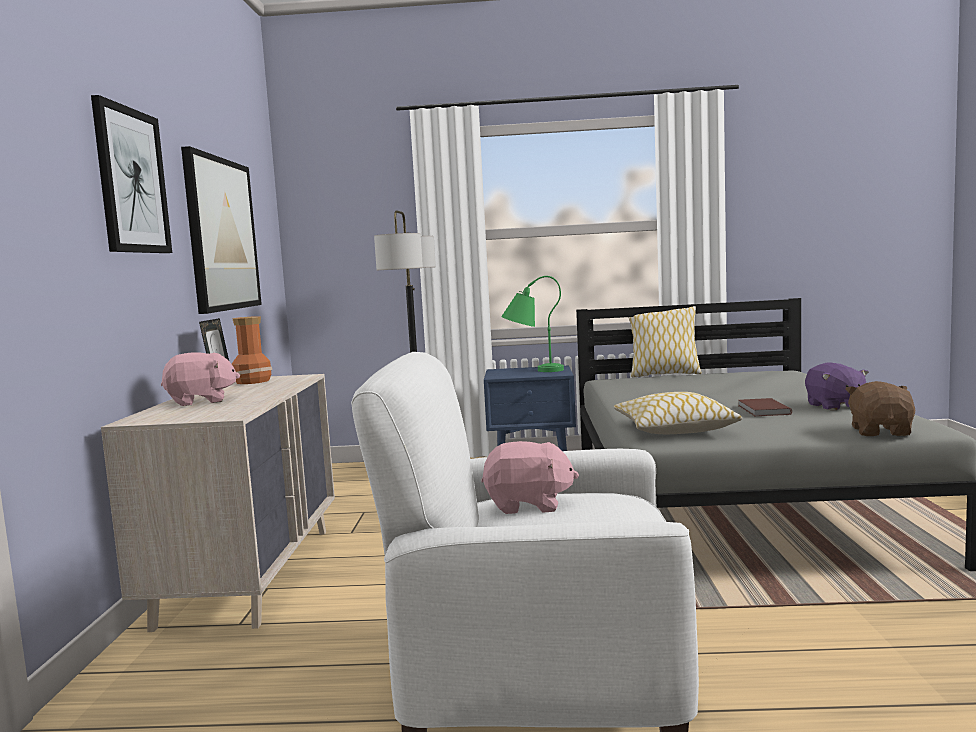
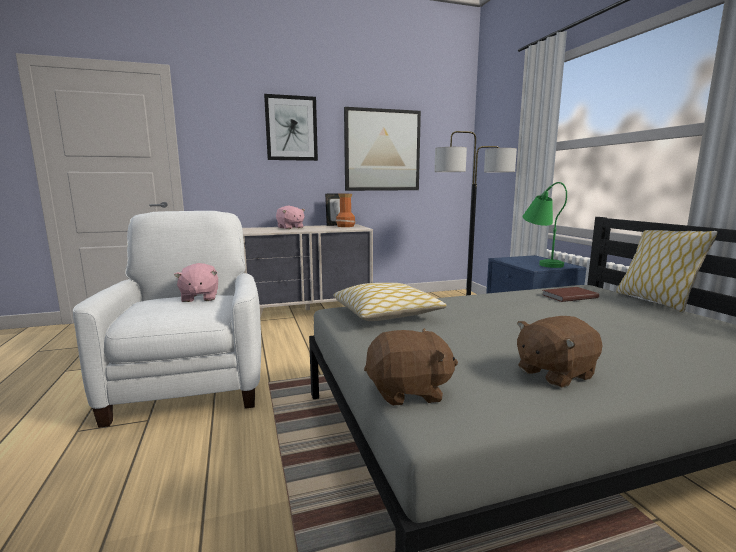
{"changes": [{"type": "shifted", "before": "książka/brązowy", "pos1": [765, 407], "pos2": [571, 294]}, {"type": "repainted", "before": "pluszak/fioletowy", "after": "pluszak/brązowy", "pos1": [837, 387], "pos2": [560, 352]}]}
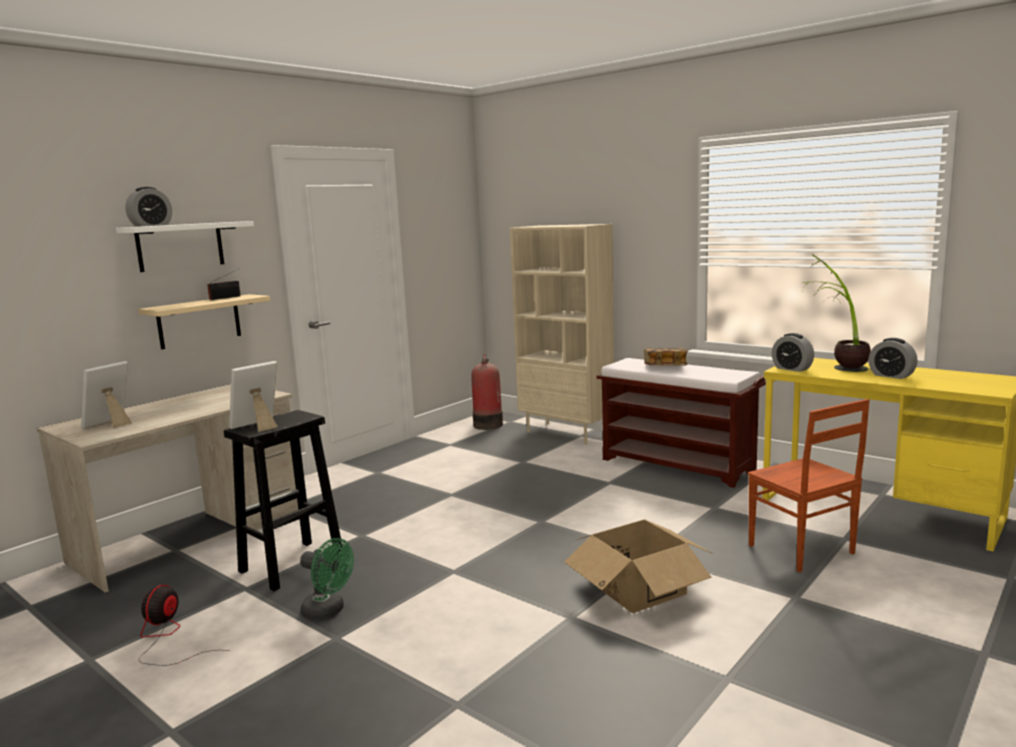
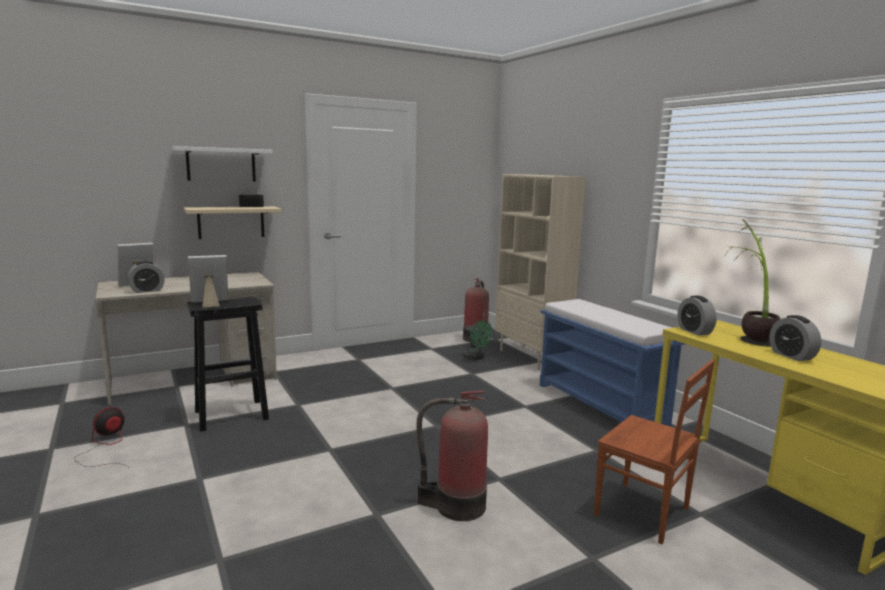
{"changes": [{"type": "shifted", "before": "budzik", "pos1": [148, 207], "pos2": [146, 277]}, {"type": "shifted", "before": "wentylator/zielony", "pos1": [327, 579], "pos2": [477, 340]}, {"type": "swapped", "before": "karton", "after": "gaśnica", "pos1": [638, 566], "pos2": [452, 456]}, {"type": "repainted", "before": "ławka/brązowy", "after": "ławka/niebieski", "pos1": [681, 423], "pos2": [612, 362]}, {"type": "gone", "before": "książka", "pos1": [666, 357]}, {"type": "rotated", "before": "krzesło/brązowy", "pos1": [809, 485], "pos2": [654, 451], "turn": -45}]}
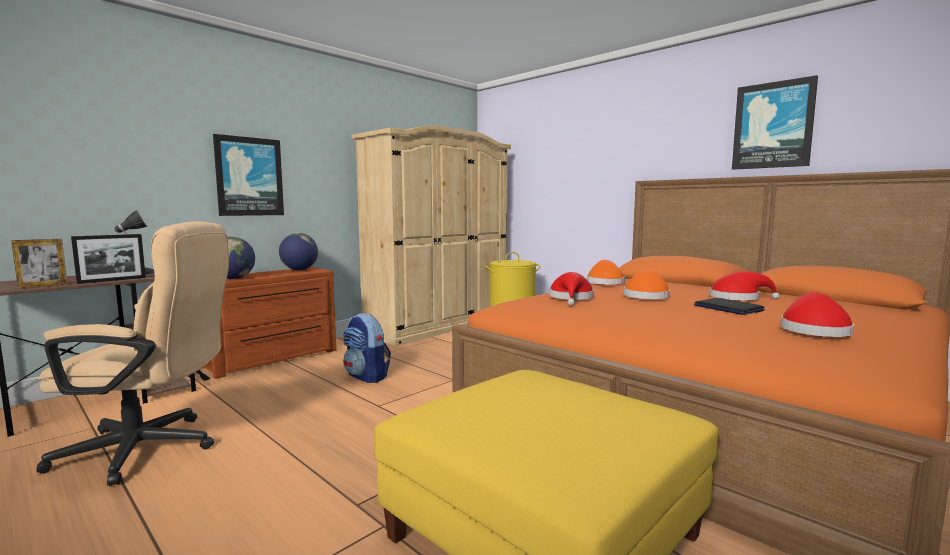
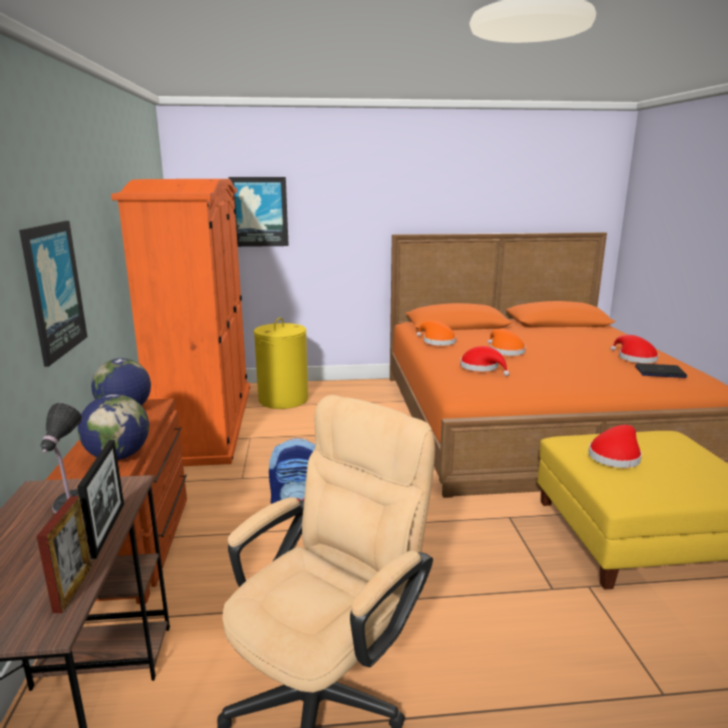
{"changes": [{"type": "repainted", "before": "szafa/beżowy", "after": "szafa/pomarańczowy", "pos1": [431, 235], "pos2": [180, 322]}, {"type": "shifted", "before": "laptop", "pos1": [729, 306], "pos2": [661, 370]}, {"type": "shifted", "before": "kapelusz/czerwony", "pos1": [744, 285], "pos2": [615, 446]}, {"type": "shifted", "before": "obraz", "pos1": [775, 122], "pos2": [259, 212]}]}
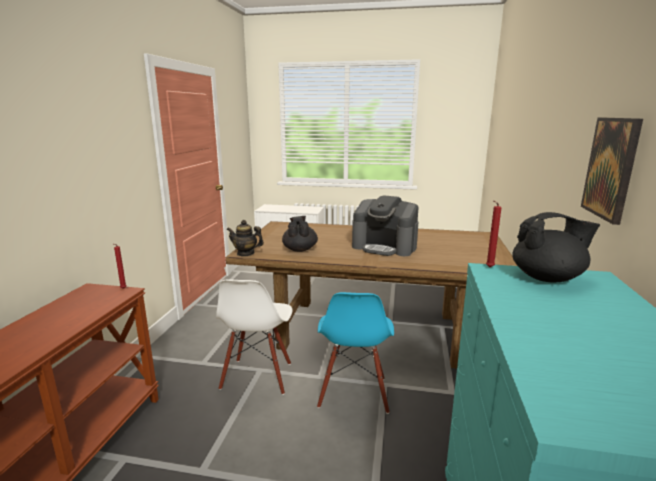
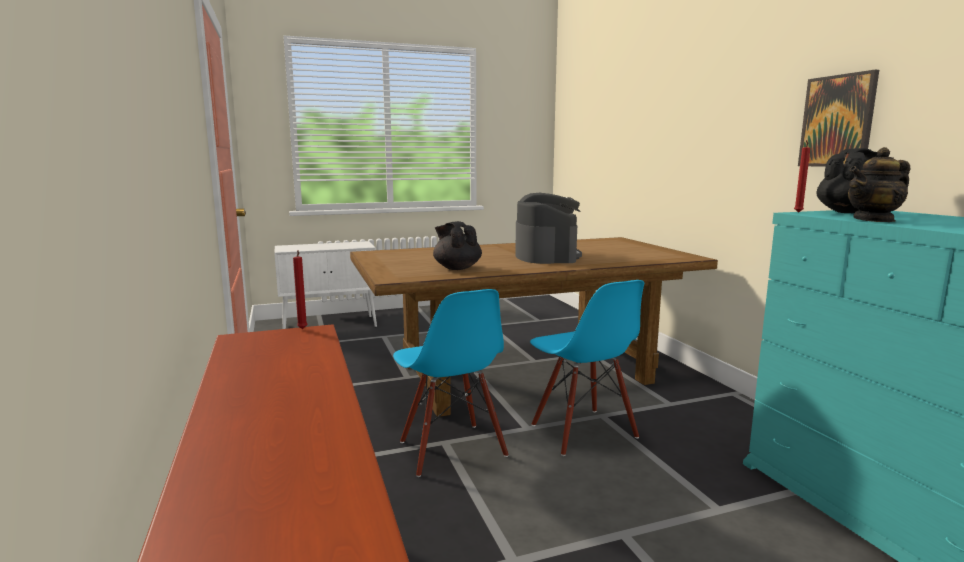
{"changes": [{"type": "repainted", "before": "krzesło/biały", "after": "krzesło/niebieski", "pos1": [254, 337], "pos2": [451, 383]}, {"type": "shifted", "before": "imbryk", "pos1": [245, 238], "pos2": [879, 184]}, {"type": "rotated", "before": "ekspres do kawy", "pos1": [385, 225], "pos2": [548, 228], "turn": -90}]}
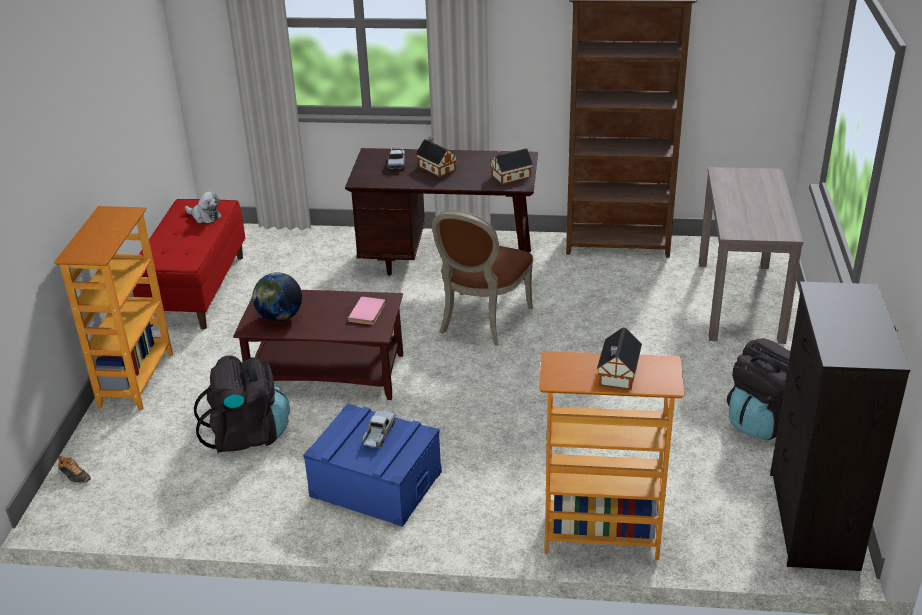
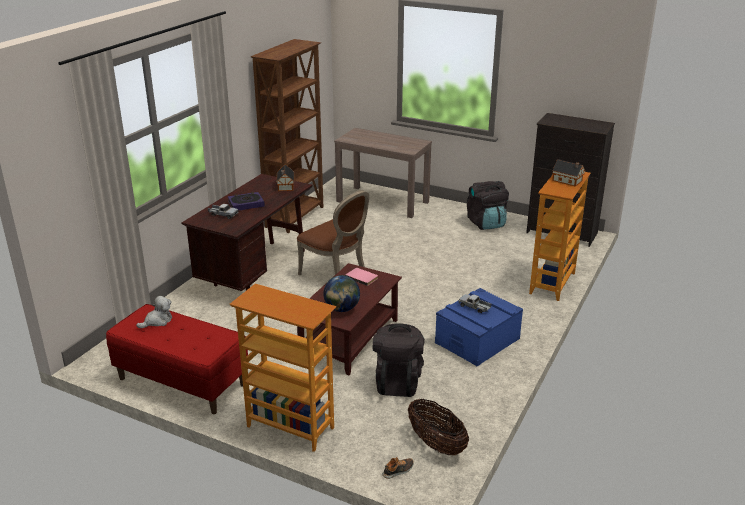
{"changes": [{"type": "swapped", "before": "domek", "after": "książka", "pos1": [436, 157], "pos2": [246, 201]}, {"type": "new", "after": "koszyk", "pos2": [438, 426]}]}
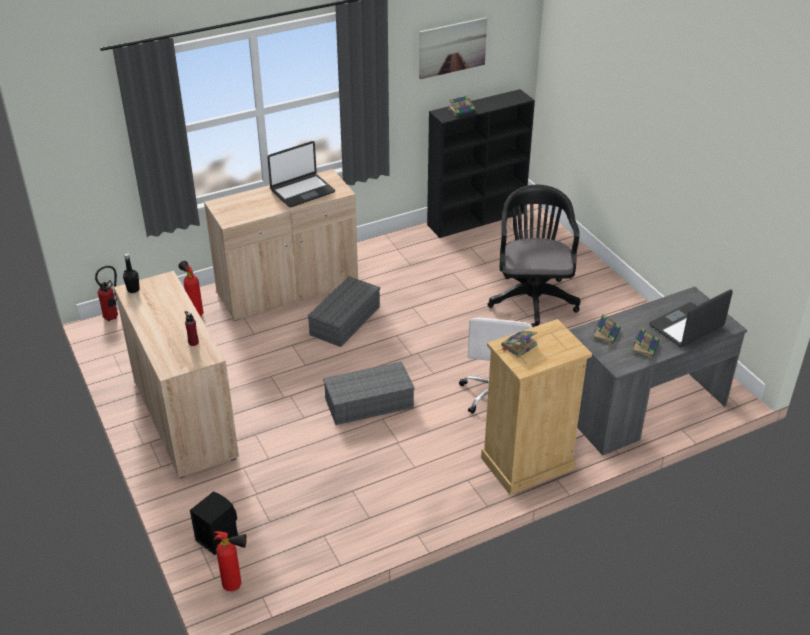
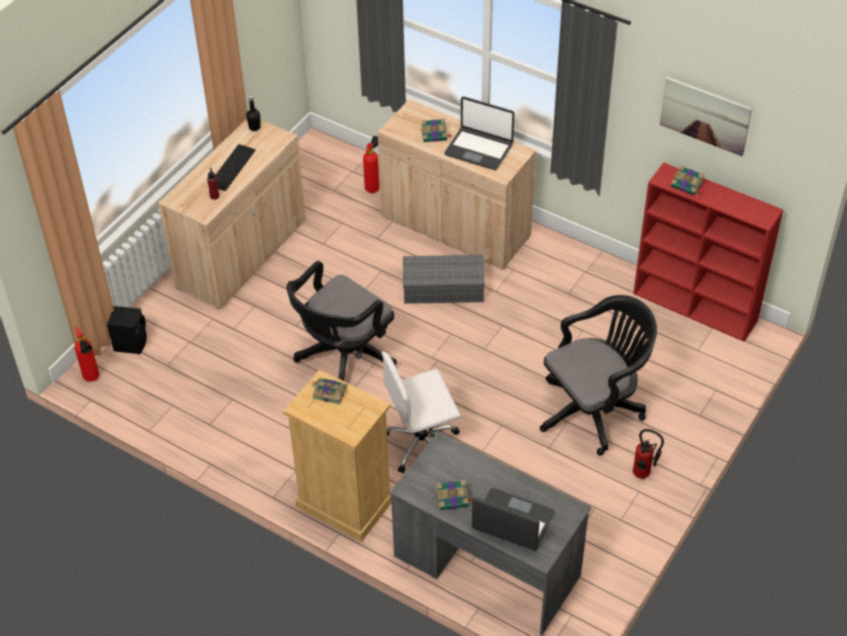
{"changes": [{"type": "shifted", "before": "gaśnica", "pos1": [106, 293], "pos2": [648, 454]}, {"type": "swapped", "before": "pojemnik do przechowywania/szary", "after": "krzesło biurowe/czarny", "pos1": [369, 393], "pos2": [342, 321]}, {"type": "repainted", "before": "regał/czarny", "after": "regał/czerwony", "pos1": [481, 163], "pos2": [708, 252]}, {"type": "shifted", "before": "książka", "pos1": [606, 329], "pos2": [436, 130]}, {"type": "new", "after": "klawiatura", "pos2": [235, 167]}]}
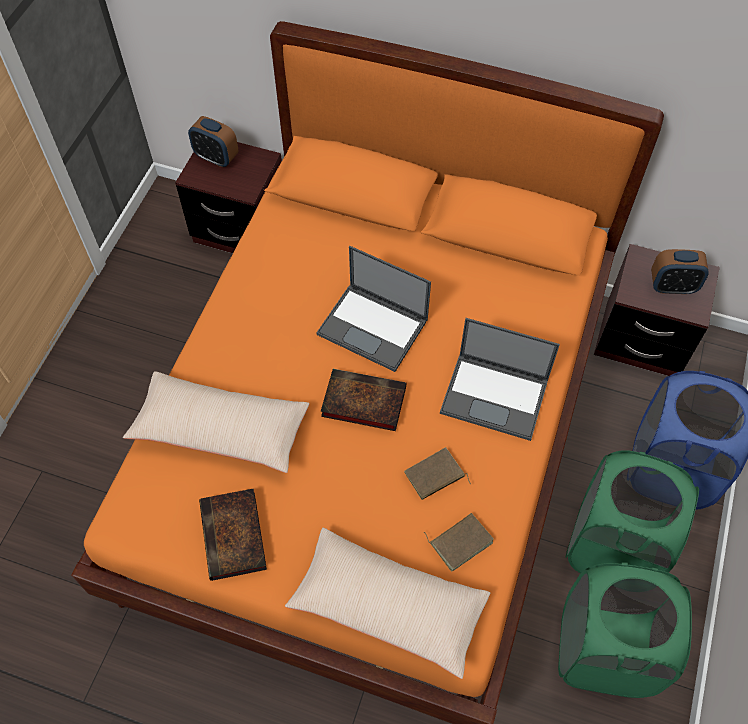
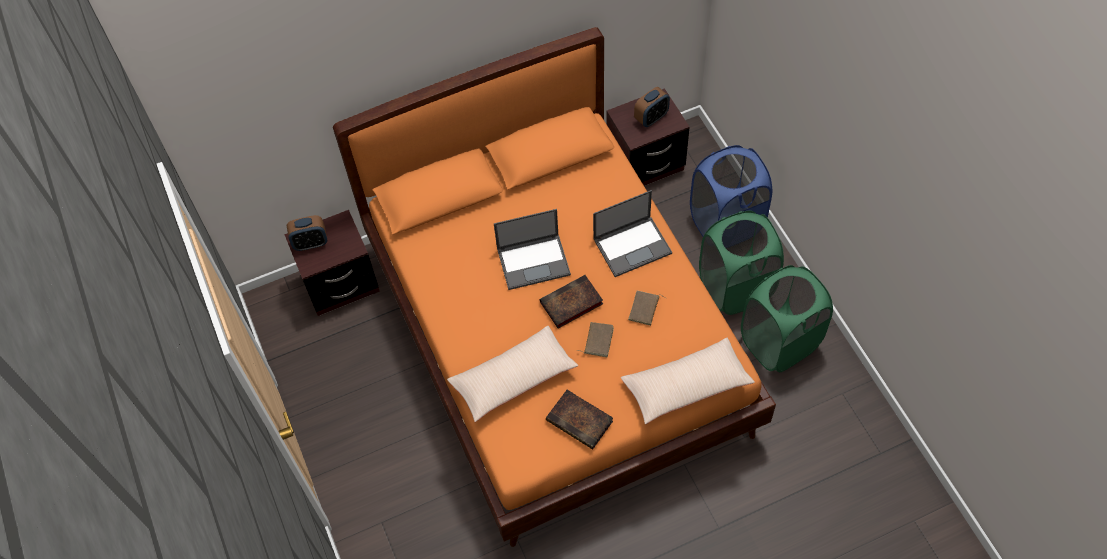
{"changes": [{"type": "shifted", "before": "książka/brązowy", "pos1": [459, 542], "pos2": [595, 339]}]}
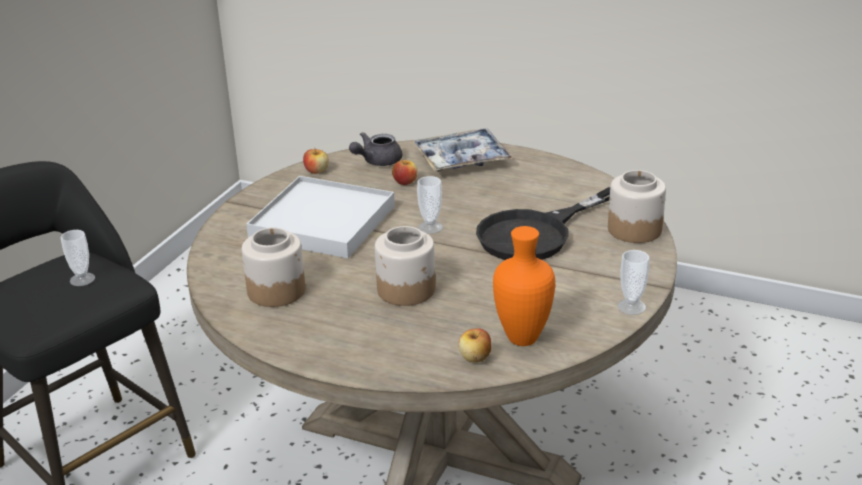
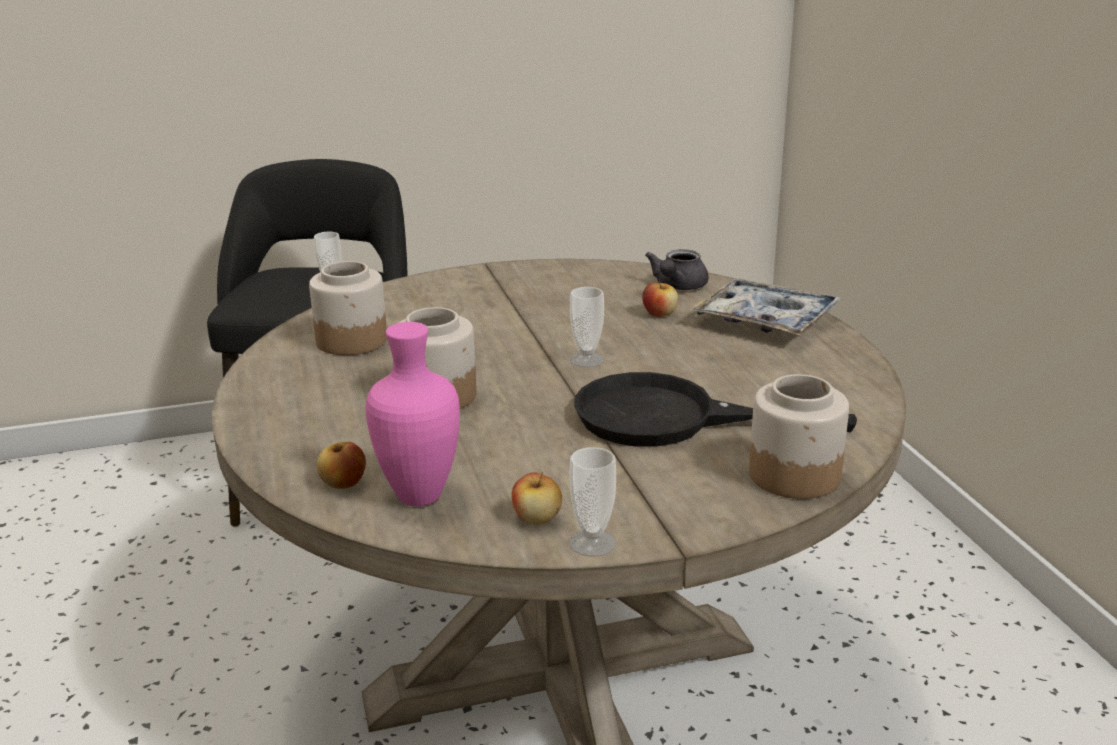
{"changes": [{"type": "gone", "before": "taca/biały", "pos1": [320, 217]}, {"type": "shifted", "before": "jabłko", "pos1": [316, 160], "pos2": [537, 498]}, {"type": "rotated", "before": "imbryk/szary", "pos1": [375, 149], "pos2": [677, 269], "turn": -75}, {"type": "repainted", "before": "wazon/pomarańczowy", "after": "wazon/różowy", "pos1": [524, 286], "pos2": [412, 414]}]}
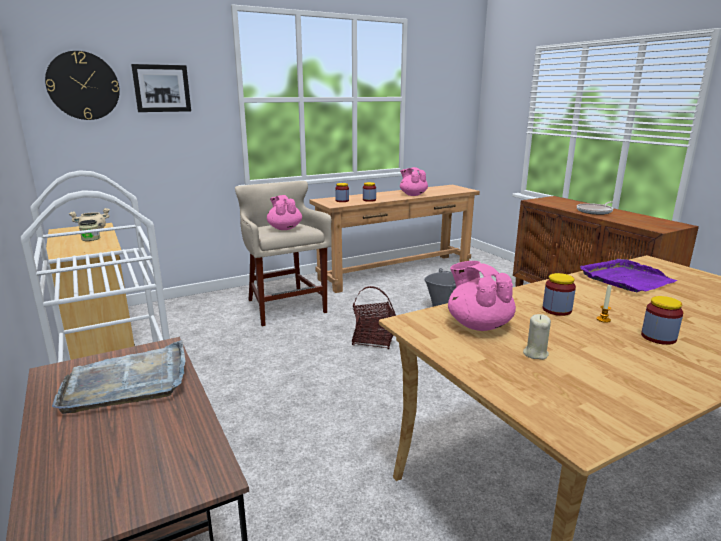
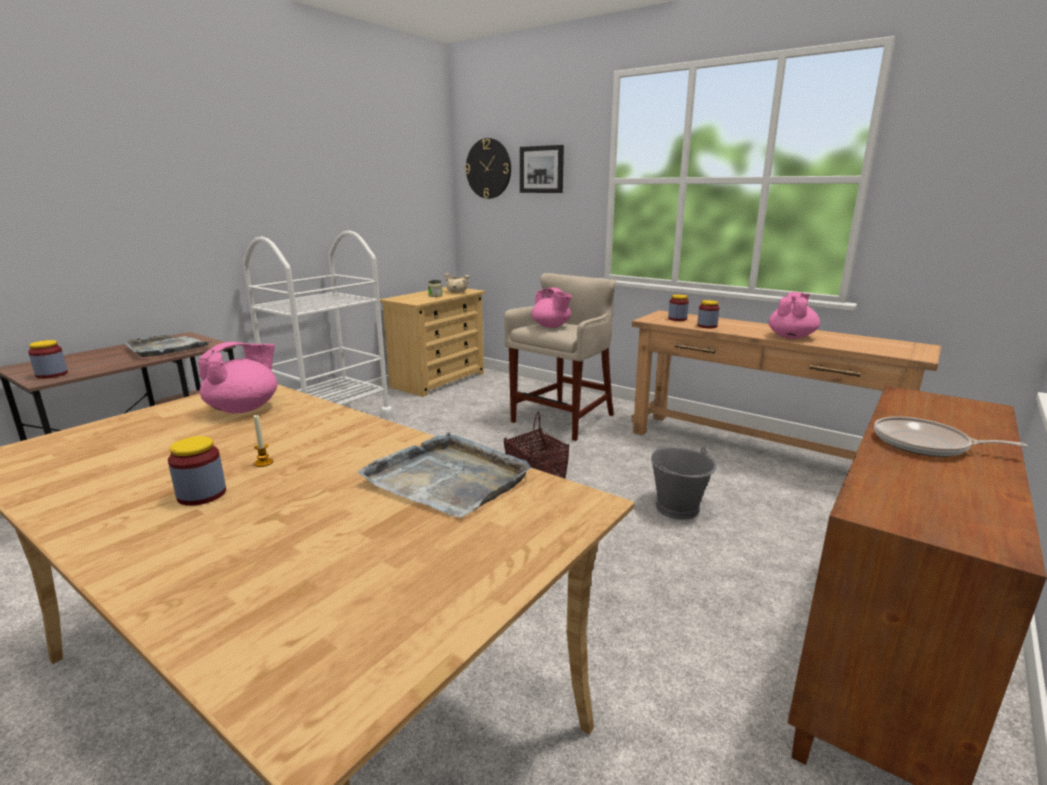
{"changes": [{"type": "rotated", "before": "imbryk/różowy", "pos1": [284, 212], "pos2": [551, 308], "turn": 105}, {"type": "gone", "before": "świeca/beżowy", "pos1": [537, 337]}, {"type": "shifted", "before": "słoik", "pos1": [559, 294], "pos2": [48, 359]}, {"type": "repainted", "before": "taca/fioletowy", "after": "taca/szary", "pos1": [628, 275], "pos2": [444, 475]}]}
